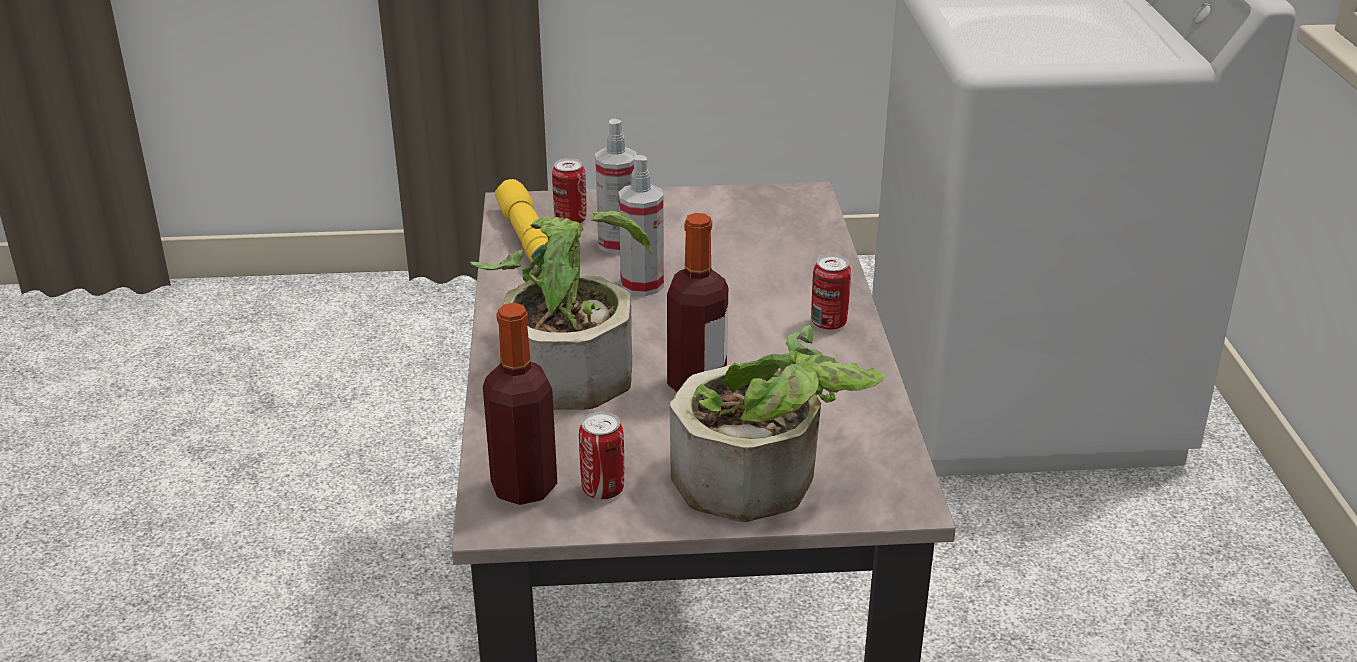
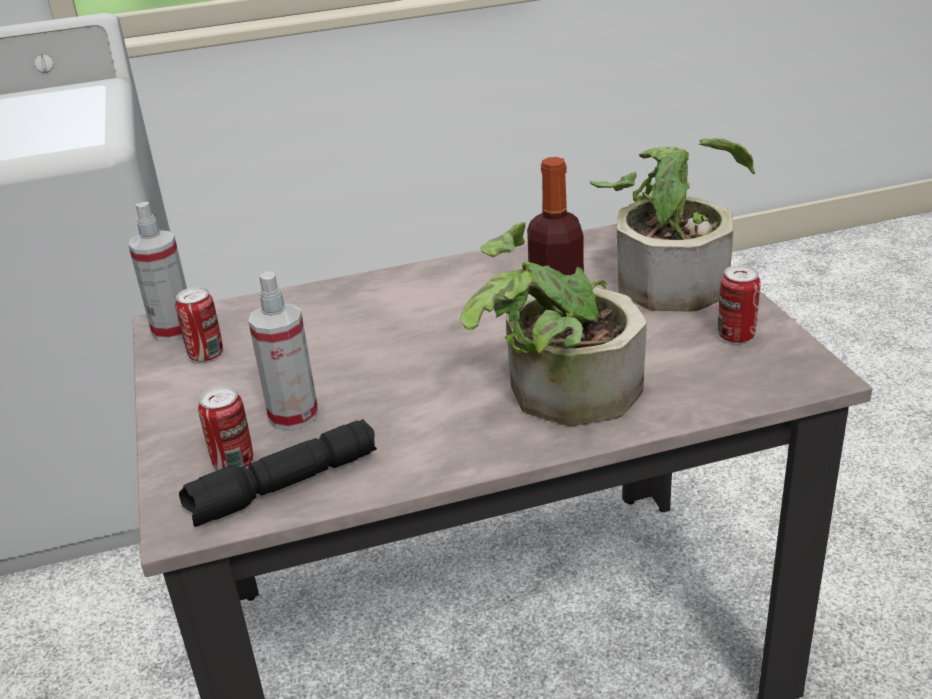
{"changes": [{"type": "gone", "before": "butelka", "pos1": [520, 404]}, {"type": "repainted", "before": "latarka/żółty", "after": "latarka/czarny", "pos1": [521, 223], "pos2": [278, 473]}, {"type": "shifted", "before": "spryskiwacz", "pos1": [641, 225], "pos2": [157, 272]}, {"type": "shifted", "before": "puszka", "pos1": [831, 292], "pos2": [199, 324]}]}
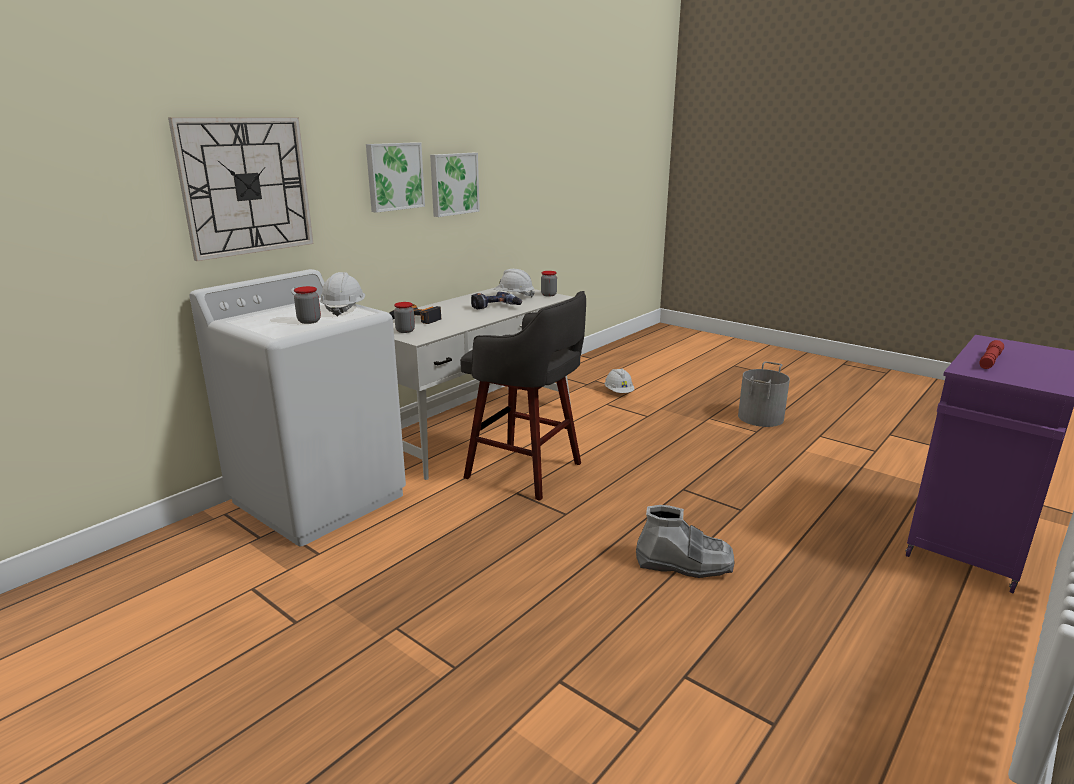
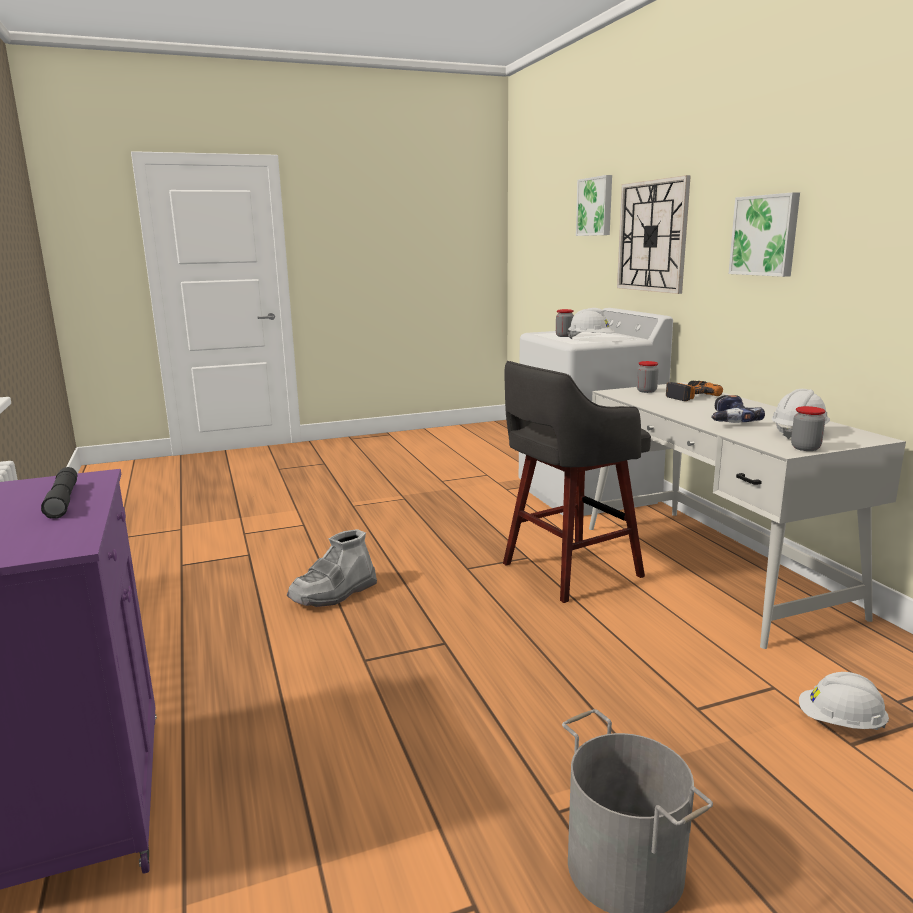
{"changes": [{"type": "shifted", "before": "obraz", "pos1": [455, 185], "pos2": [594, 205]}, {"type": "repainted", "before": "latarka/czerwony", "after": "latarka/szary", "pos1": [991, 354], "pos2": [59, 493]}]}
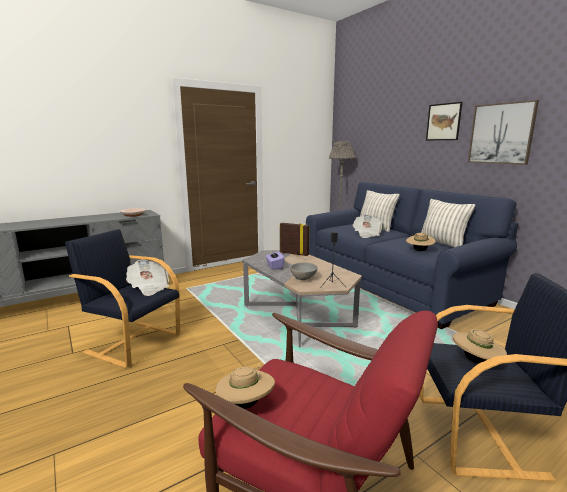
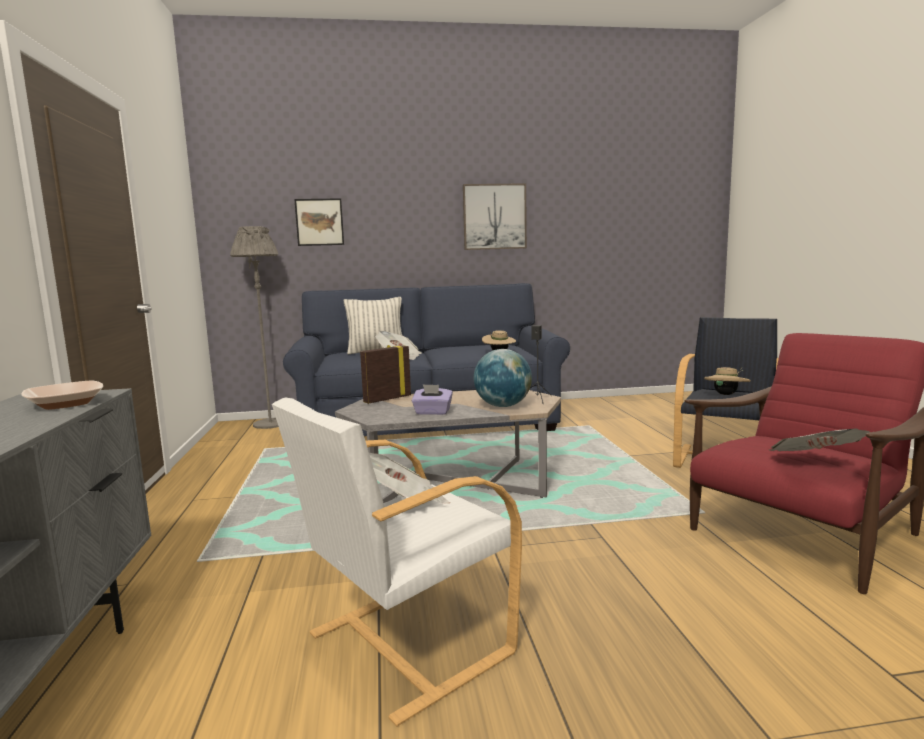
{"changes": [{"type": "repainted", "before": "fotel/czarny", "after": "fotel/biały", "pos1": [122, 298], "pos2": [397, 561]}, {"type": "swapped", "before": "kapelusz/beżowy", "after": "gazeta", "pos1": [245, 386], "pos2": [819, 440]}, {"type": "swapped", "before": "miska/szary", "after": "globus", "pos1": [304, 271], "pos2": [502, 378]}, {"type": "gone", "before": "poduszka", "pos1": [448, 223]}, {"type": "shifted", "before": "obraz", "pos1": [444, 121], "pos2": [319, 222]}]}
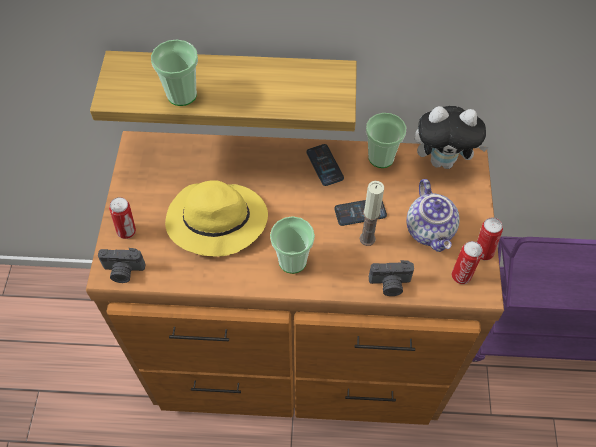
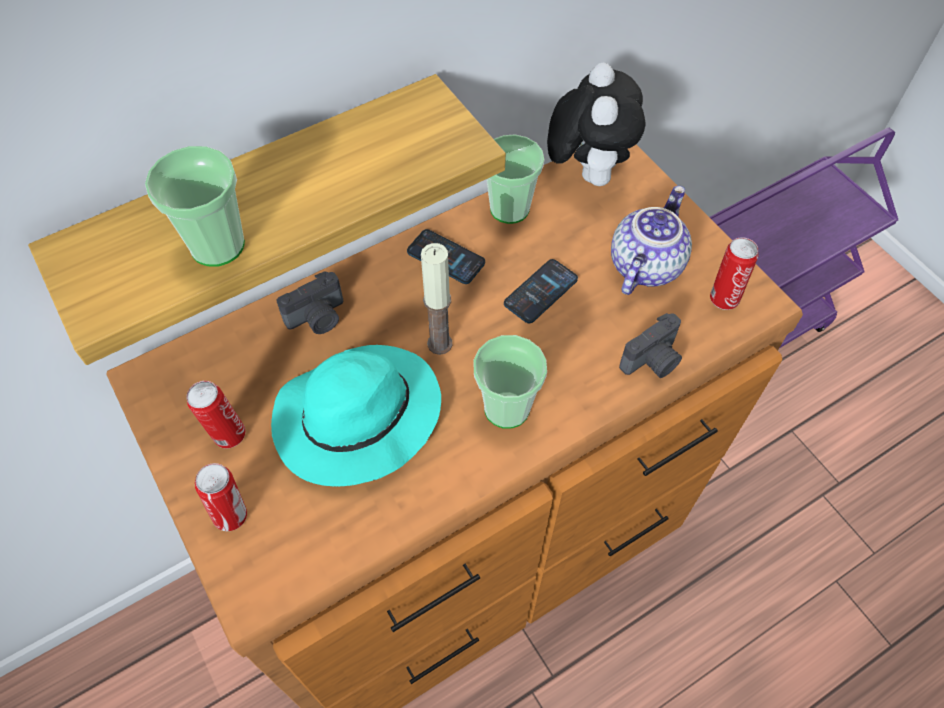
{"changes": [{"type": "shifted", "before": "aparat fotograficzny", "pos1": [122, 265], "pos2": [310, 302]}, {"type": "repainted", "before": "kapelusz/żółty", "after": "kapelusz/turkusowy", "pos1": [216, 218], "pos2": [356, 416]}, {"type": "shifted", "before": "świeca", "pos1": [371, 213], "pos2": [436, 299]}, {"type": "rotated", "before": "imbryk", "pos1": [433, 215], "pos2": [651, 240], "turn": -105}, {"type": "rotated", "before": "pluszak", "pos1": [452, 137], "pos2": [596, 124], "turn": -60}, {"type": "shifted", "before": "puszka", "pos1": [490, 238], "pos2": [216, 414]}]}
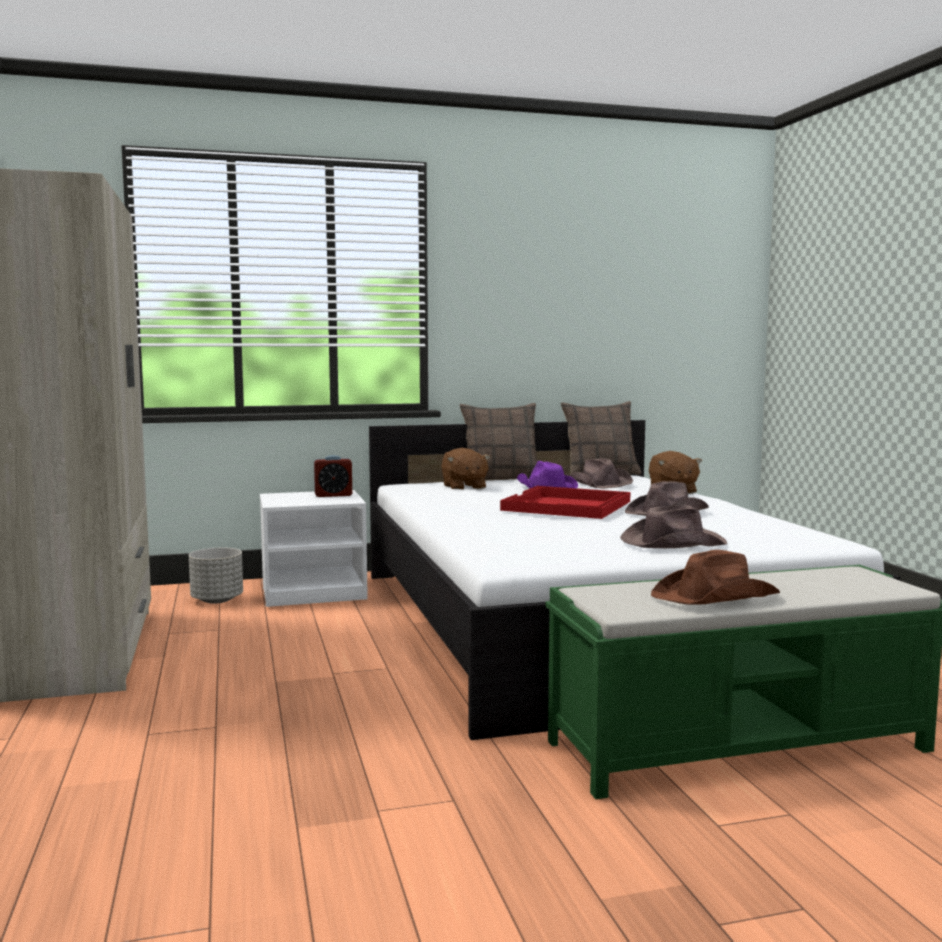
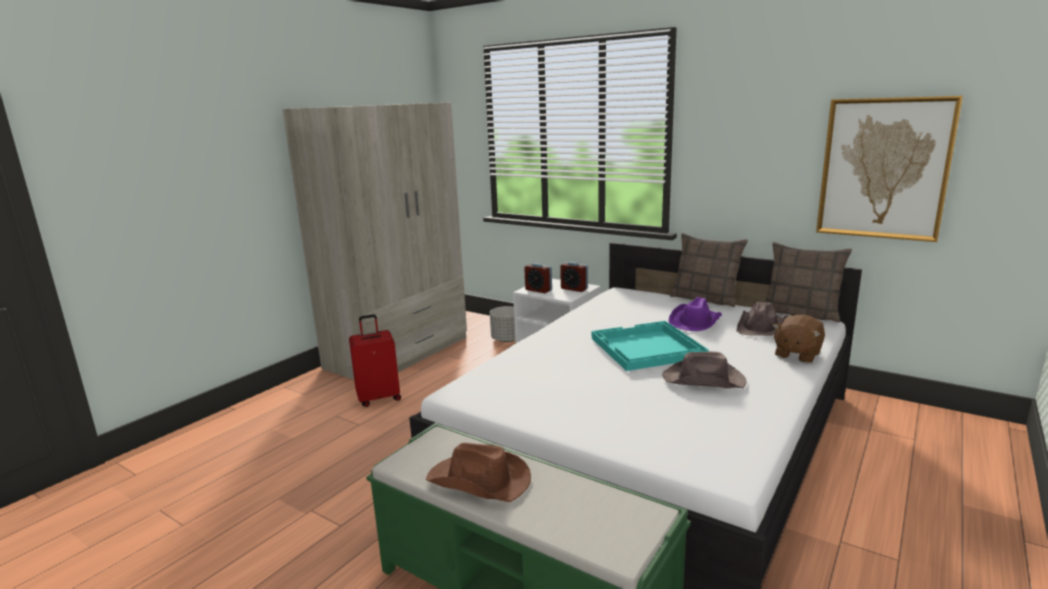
{"changes": [{"type": "gone", "before": "pluszak/brązowy", "pos1": [466, 468]}, {"type": "repainted", "before": "taca/czerwony", "after": "taca/turkusowy", "pos1": [565, 502], "pos2": [650, 346]}, {"type": "gone", "before": "kapelusz/brązowy", "pos1": [673, 526]}, {"type": "new", "after": "walizka/czerwony", "pos2": [375, 360]}, {"type": "new", "after": "budzik", "pos2": [538, 278]}, {"type": "new", "after": "obraz", "pos2": [889, 169]}]}
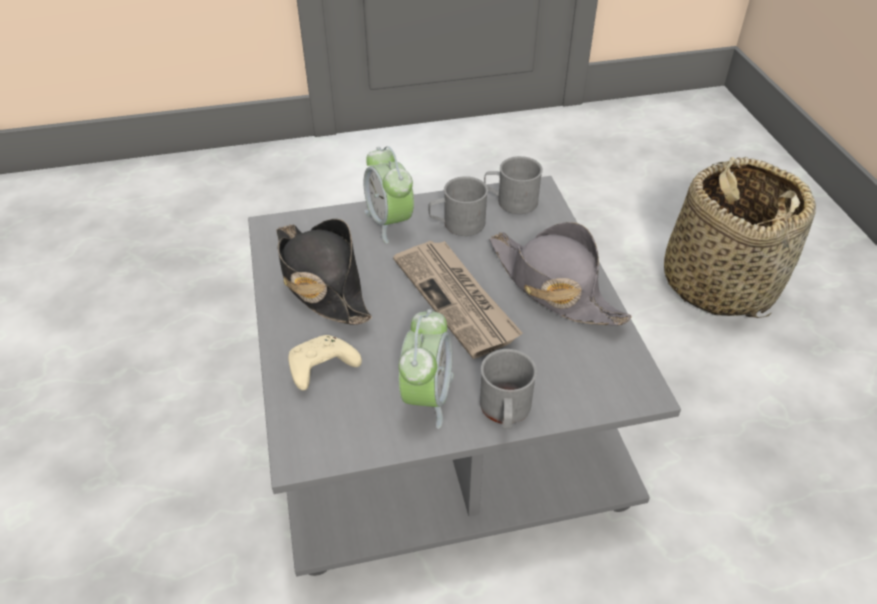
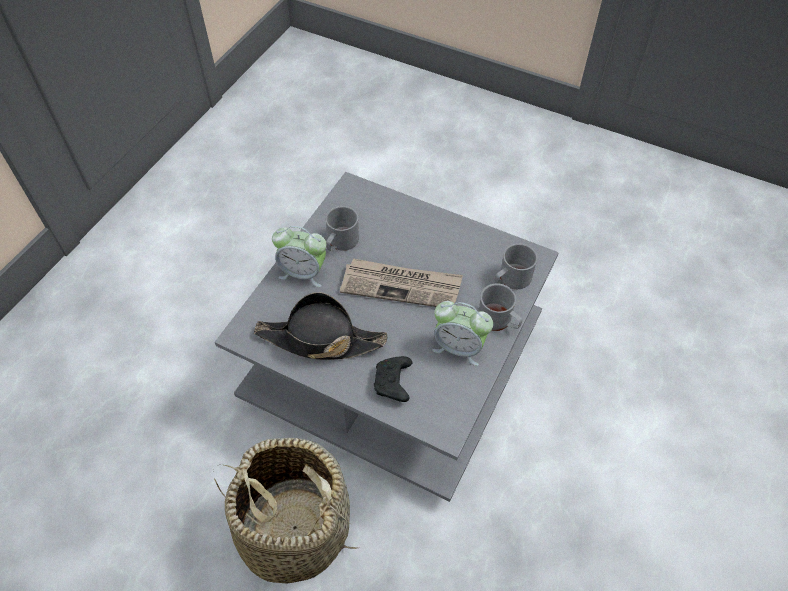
{"changes": [{"type": "repainted", "before": "pad do gier/beżowy", "after": "pad do gier/czarny", "pos1": [325, 362], "pos2": [393, 379]}, {"type": "rotated", "before": "budzik", "pos1": [426, 369], "pos2": [462, 333], "turn": 150}, {"type": "shifted", "before": "kubek/szary", "pos1": [513, 185], "pos2": [516, 266]}, {"type": "gone", "before": "kapelusz/szary", "pos1": [560, 274]}, {"type": "shifted", "before": "koszyk", "pos1": [740, 237], "pos2": [285, 511]}]}
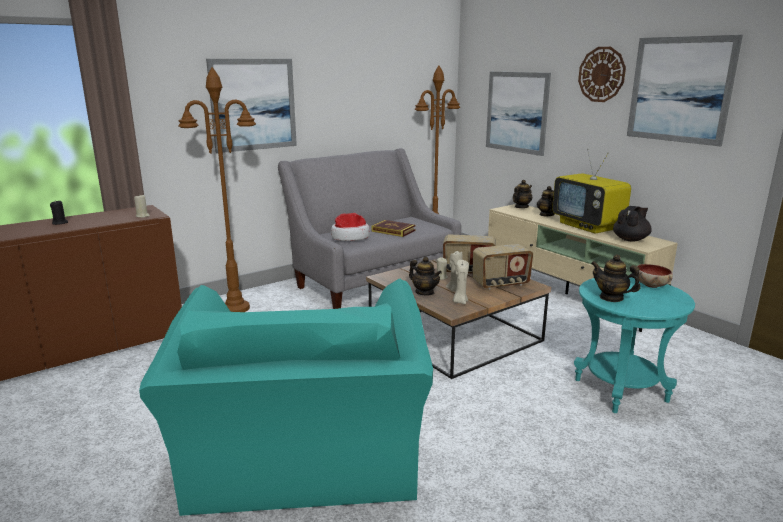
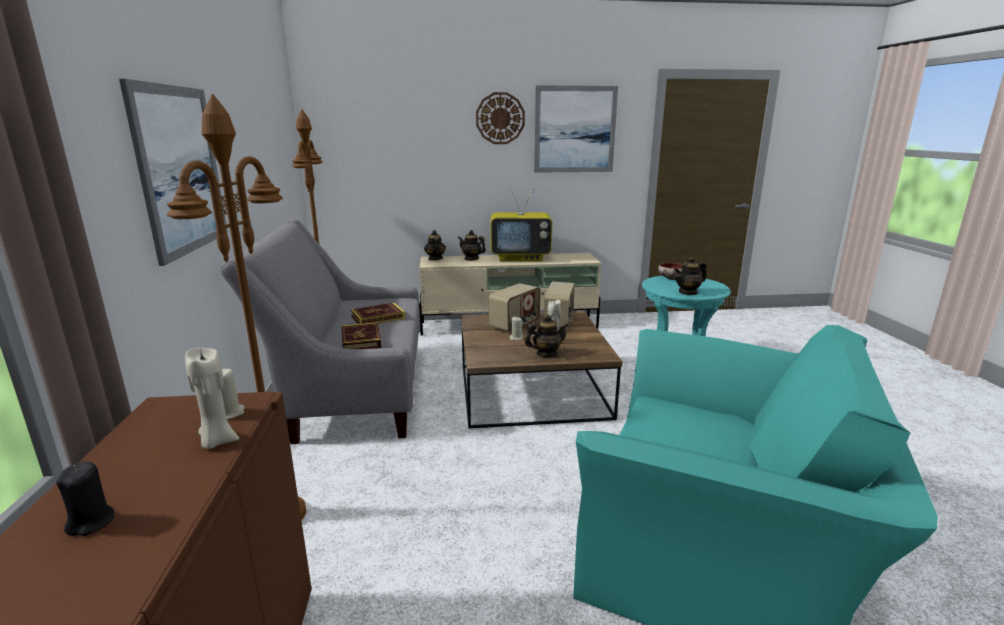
{"changes": [{"type": "swapped", "before": "kapelusz", "after": "książka", "pos1": [350, 227], "pos2": [362, 335]}, {"type": "shifted", "before": "świeca/beżowy", "pos1": [461, 282], "pos2": [212, 398]}, {"type": "gone", "before": "obraz", "pos1": [518, 114]}, {"type": "gone", "before": "imbryk/czarny", "pos1": [632, 224]}]}
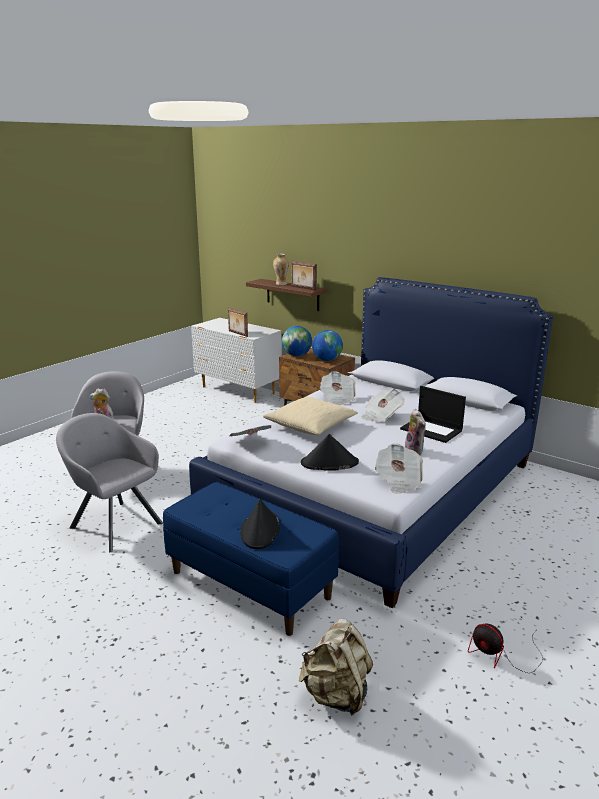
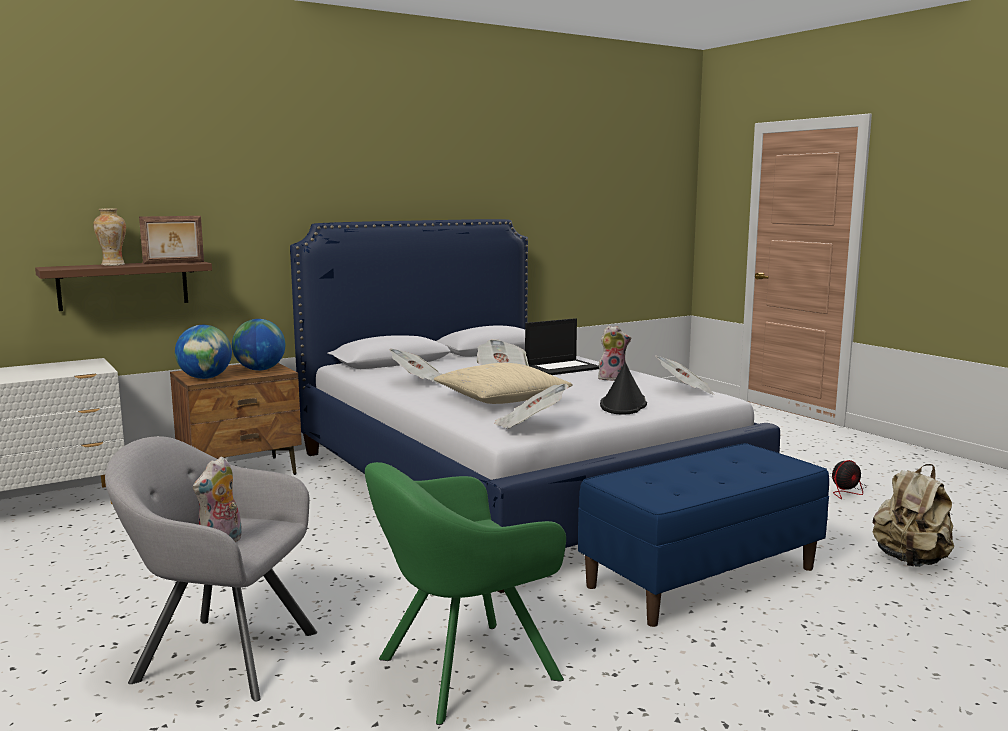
{"changes": [{"type": "repainted", "before": "fotel/szary", "after": "fotel/zielony", "pos1": [109, 482], "pos2": [465, 593]}, {"type": "gone", "before": "ramka na zdjęcie", "pos1": [238, 322]}, {"type": "gone", "before": "kapelusz/czarny", "pos1": [260, 524]}]}
